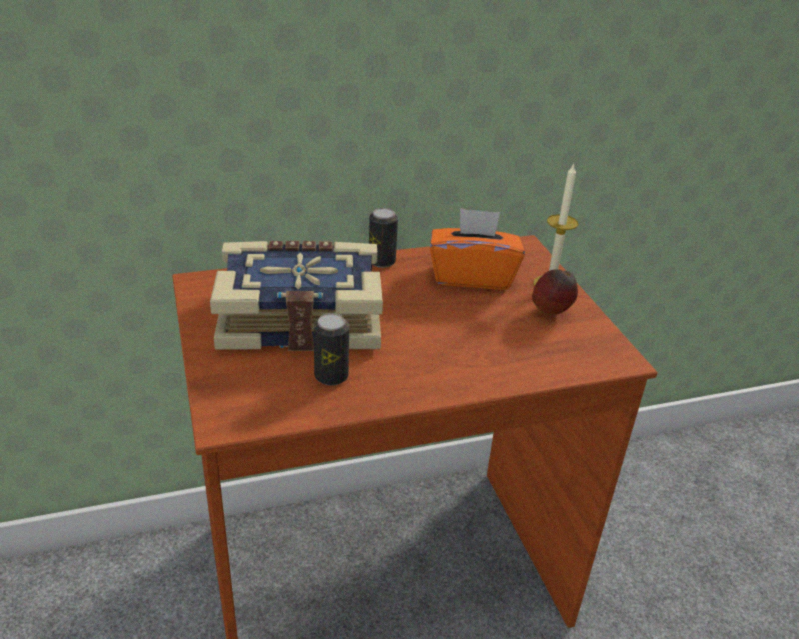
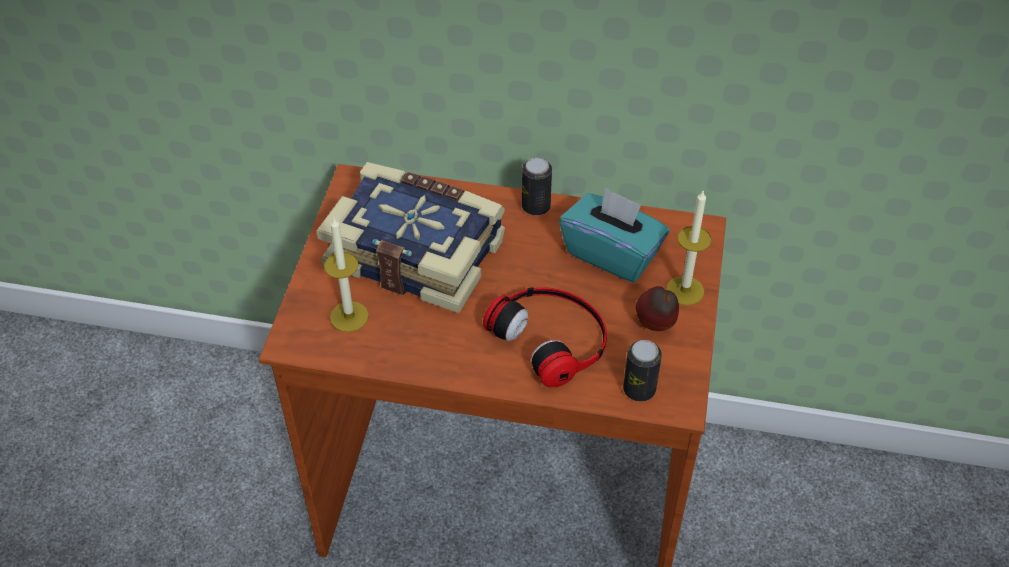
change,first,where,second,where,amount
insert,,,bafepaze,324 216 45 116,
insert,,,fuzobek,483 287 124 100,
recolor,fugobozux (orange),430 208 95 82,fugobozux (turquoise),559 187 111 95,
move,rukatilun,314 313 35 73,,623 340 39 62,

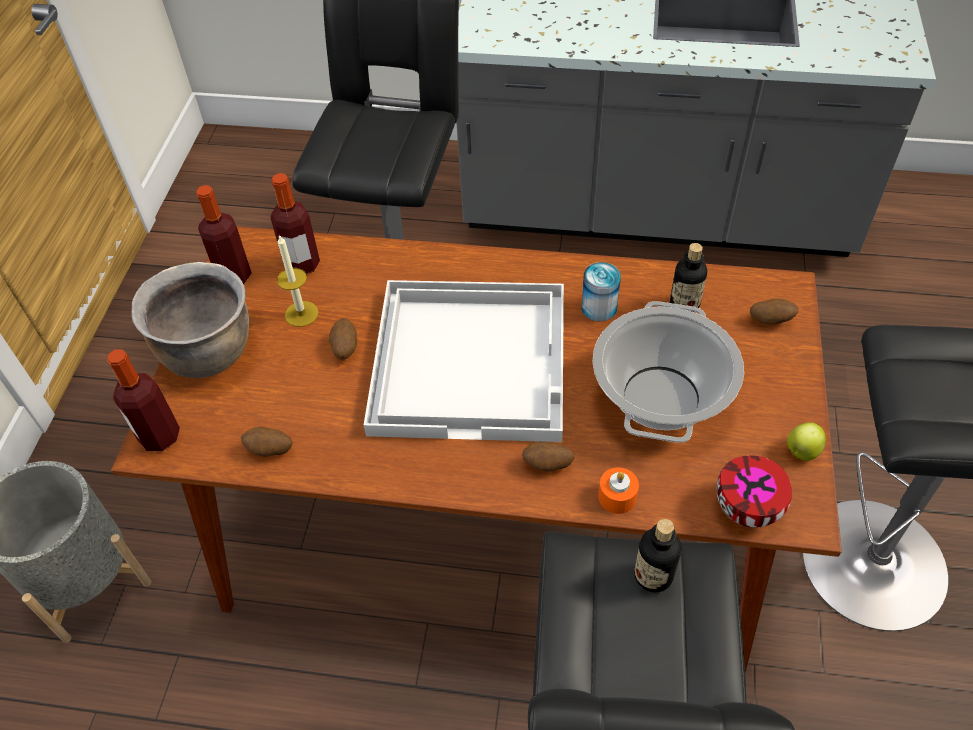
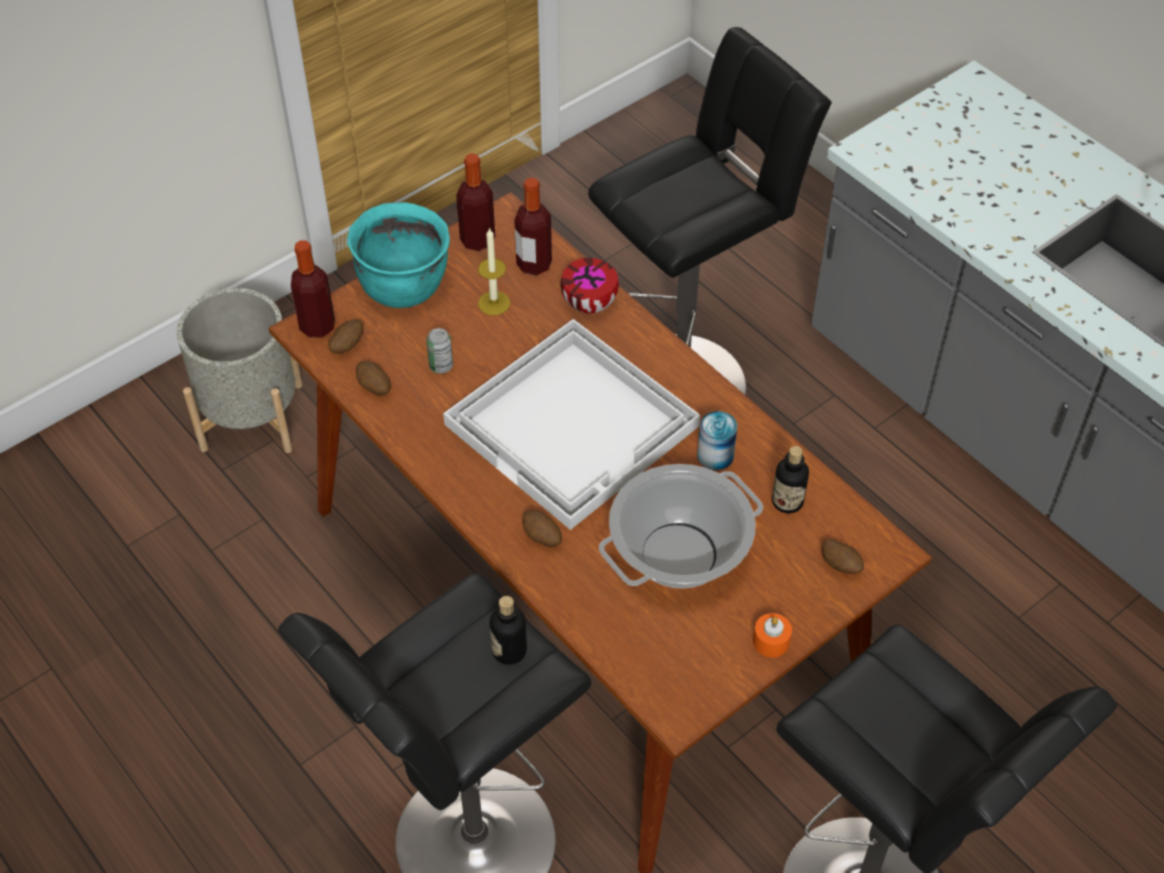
change,first,where,second,where,amount
move,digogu,329 318 28 42,,328 320 35 34,
recolor,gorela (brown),132 262 117 116,gorela (turquoise),347 202 103 106,
insert,,,rukatilun,426 328 27 46,
move,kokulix,717 455 75 73,,560 258 59 55,
move,bafepaze (orange),598 467 41 47,,753 613 39 45,
delete,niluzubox,787 422 39 39,,,

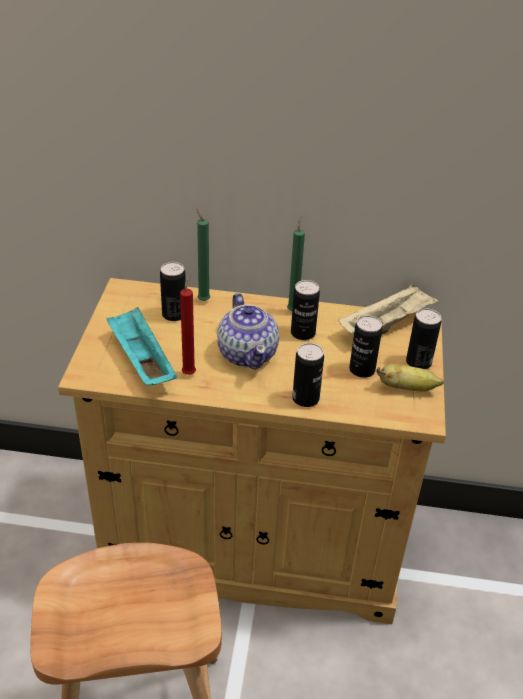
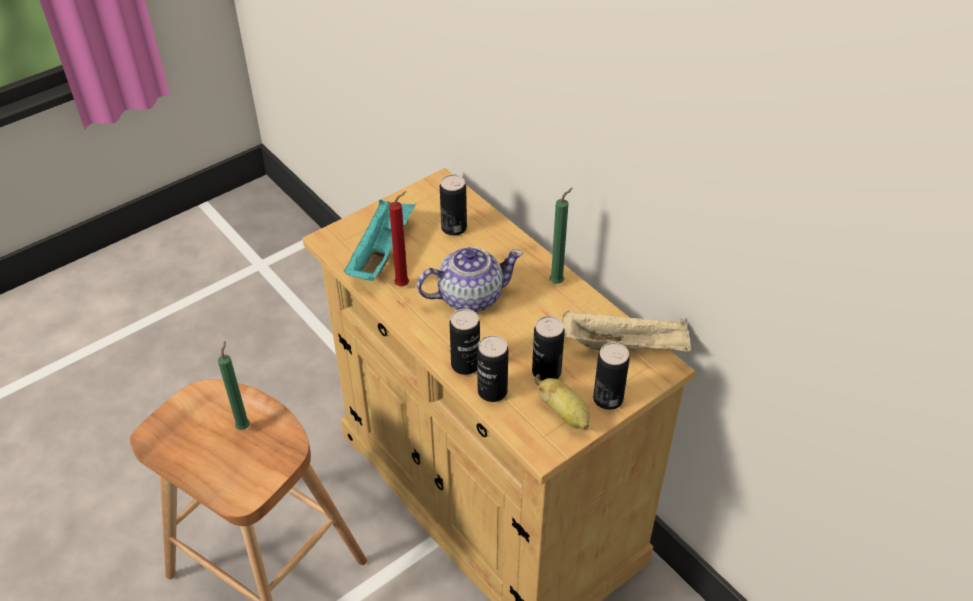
change,first,where,second,where,amount
move,bafepaze (green),196 207 14 94,,218 341 32 89,
rotate,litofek,217 293 62 77,,417 246 106 66,135 degrees counterclockwise
move,rukatilun,291 280 29 60,,477 335 31 67,

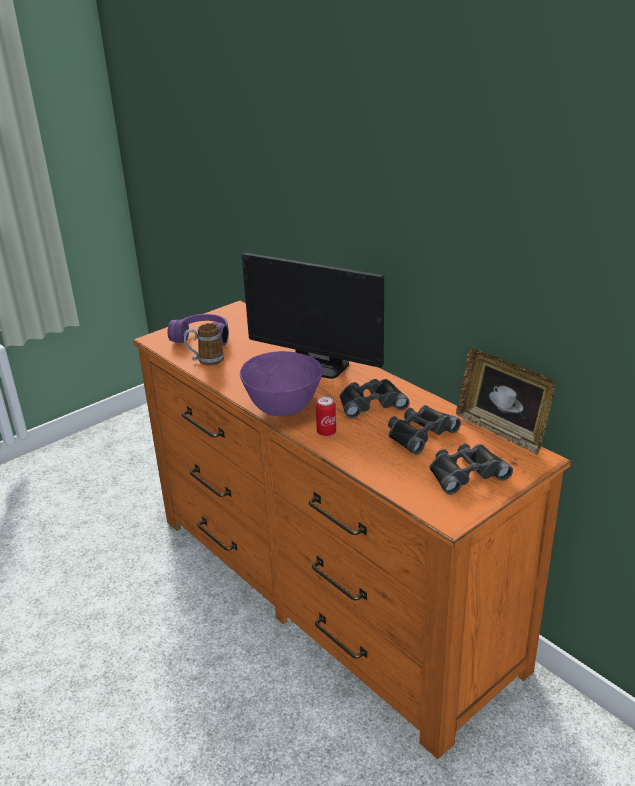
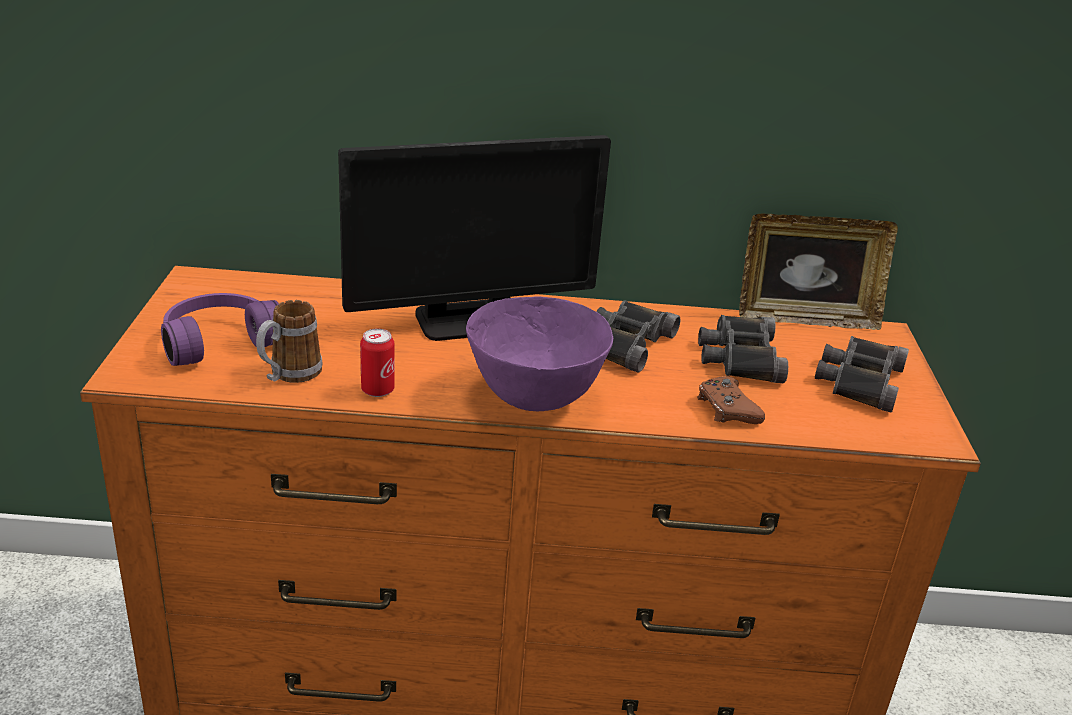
change,first,where,second,where,amount
move,rukatilun,316 396 20 41,,360 328 34 69,
insert,,,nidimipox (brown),697 376 68 48,

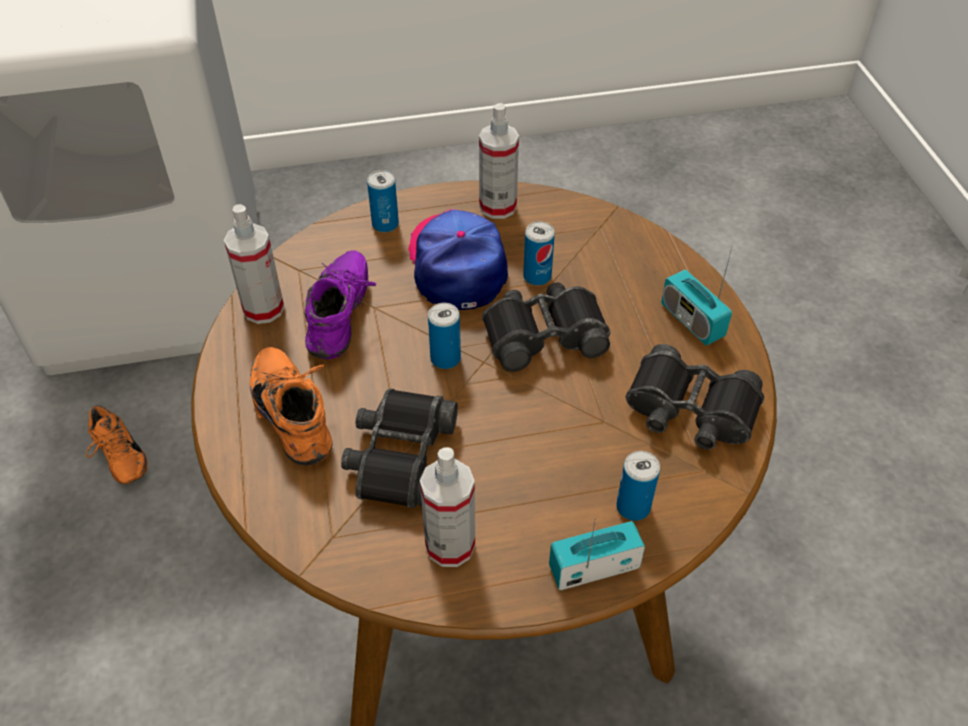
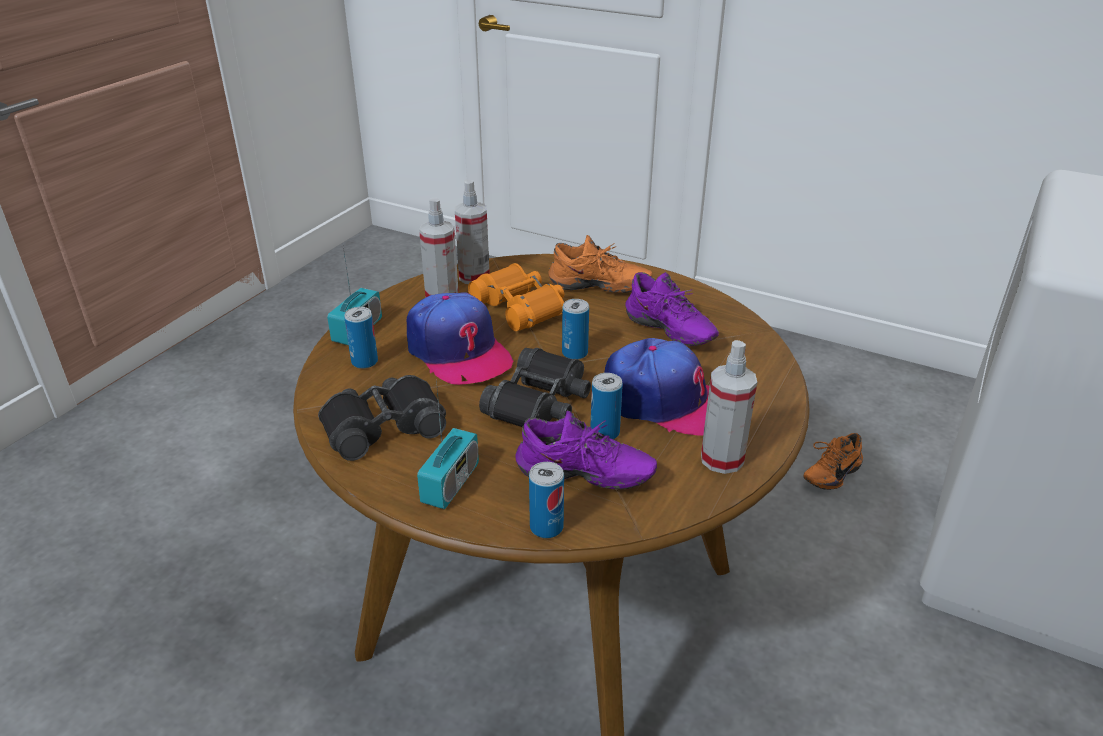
change,first,where,second,where,amount
insert,,,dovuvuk,406 292 109 93,
rotate,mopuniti,661 245 72 101,,417 379 62 130,105 degrees clockwise
move,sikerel,224 204 60 120,,455 180 34 104,
recolor,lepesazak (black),341 389 117 119,lepesazak (orange),468 263 96 68,
insert,,,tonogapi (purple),515 410 142 79,
move,rukatilun,367 170 32 62,,529 462 35 76,
rotate,tonogapi (orange),86 405 61 80,,803 433 60 57,45 degrees counterclockwise

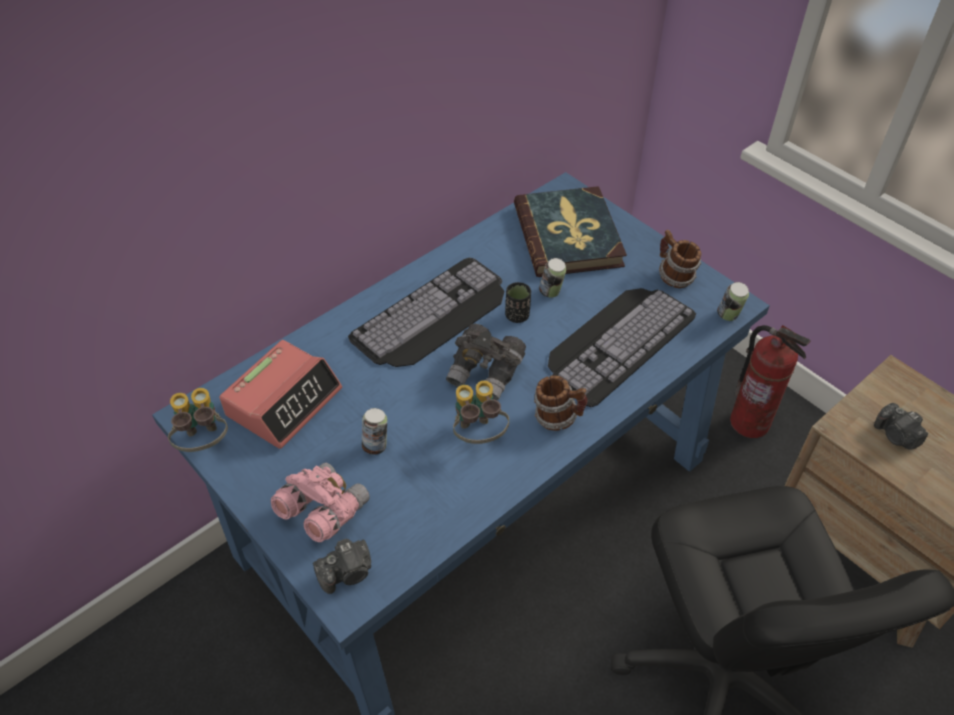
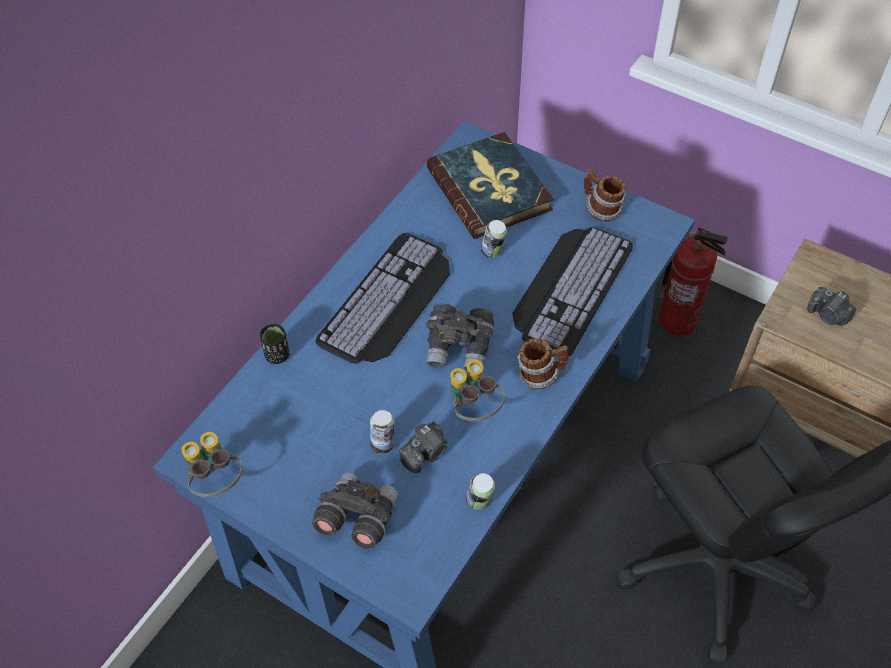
change,first,where,second,where,amount
move,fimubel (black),505 282 26 41,,260 324 30 40,
recolor,lepesazak (pink),271 463 99 79,lepesazak (grey),312 473 86 76,
move,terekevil,313 539 58 55,,399 421 48 52,
move,rukatilun,717 282 32 39,,466 473 29 37,
delete,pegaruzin,219 340 123 109,,,

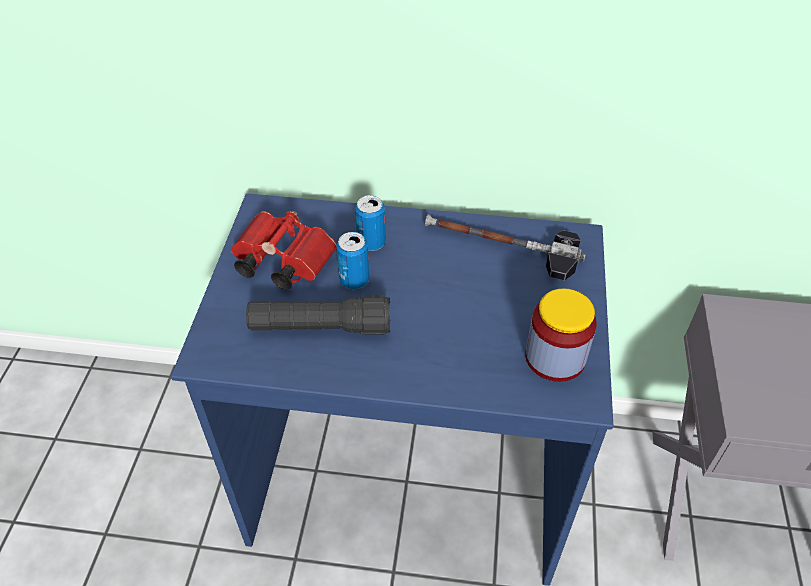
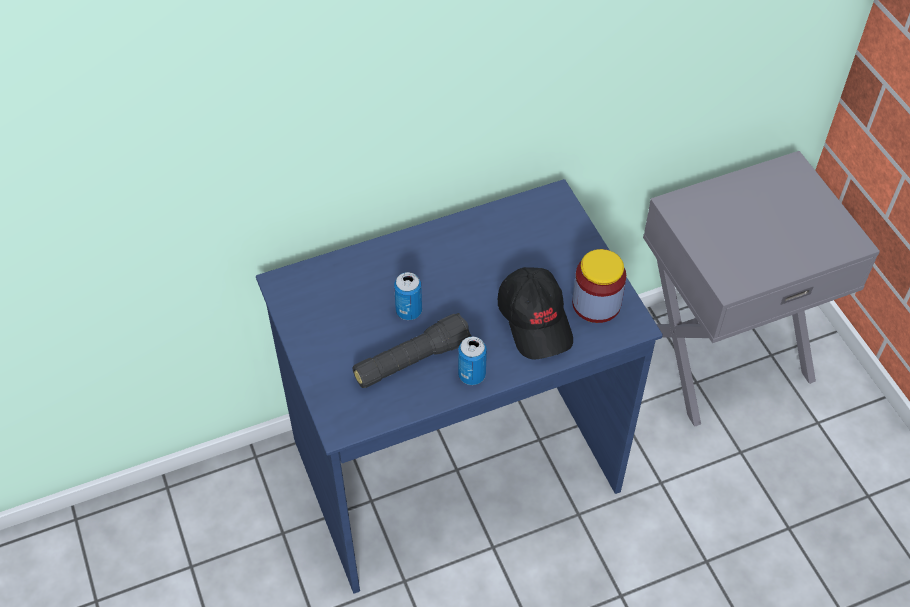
change,first,where,second,where,amount
move,rukatilun,355 195 31 56,,458 336 29 49,
insert,,,dovuvuk (black),498 267 75 92,
delete,lepesazak (red),231 211 106 79,,,
delete,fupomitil,425 215 161 66,,,

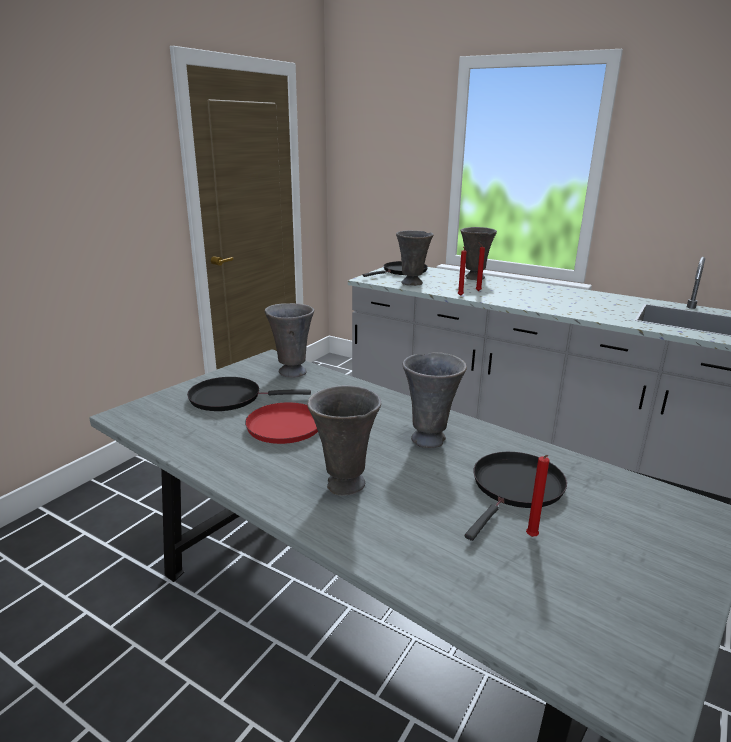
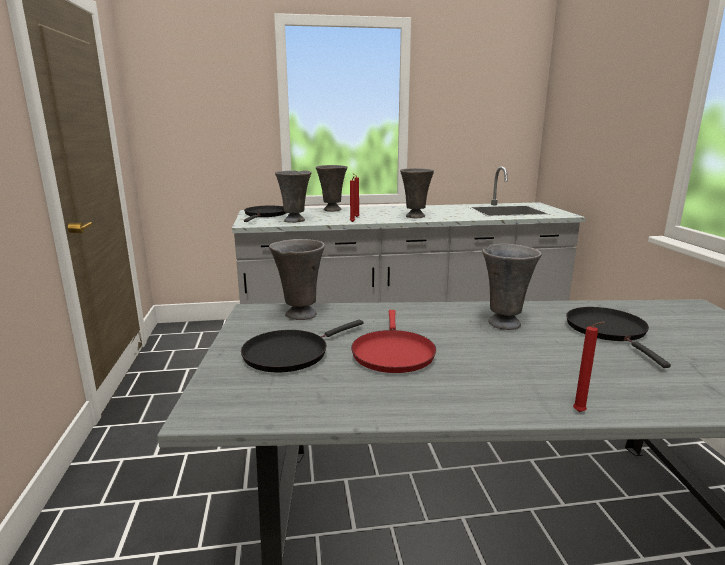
change,first,where,second,where,amount
move,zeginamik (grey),307 385 74 111,,400 168 34 50,
move,bafepaze (red),526 455 23 82,,573 322 32 90,

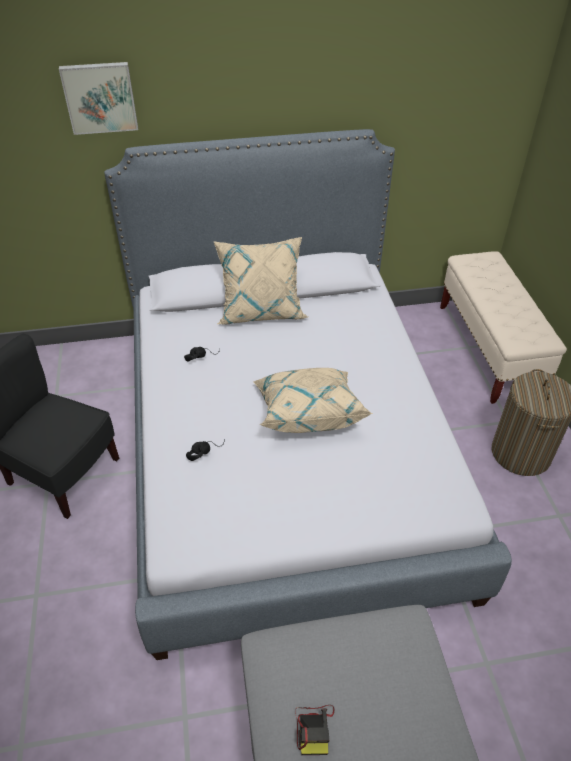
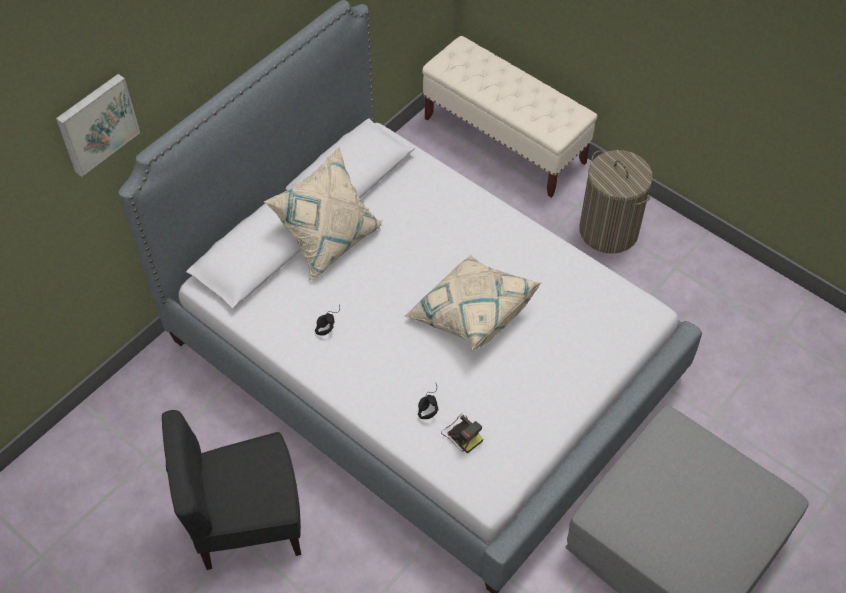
change,first,where,second,where,amount
move,terekevil,295 705 39 50,,441 414 42 40,

